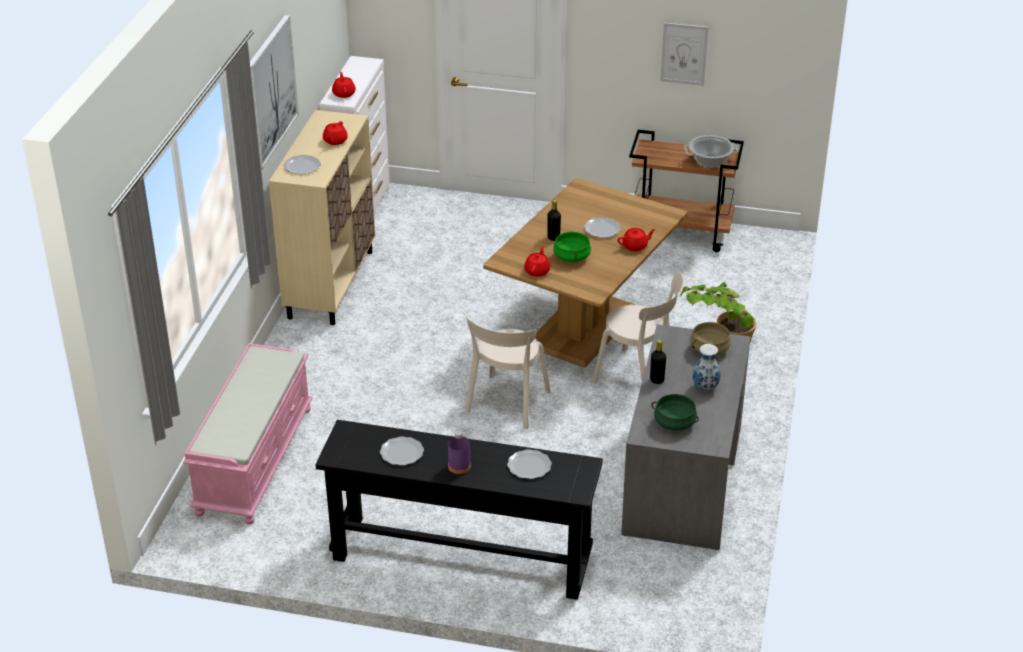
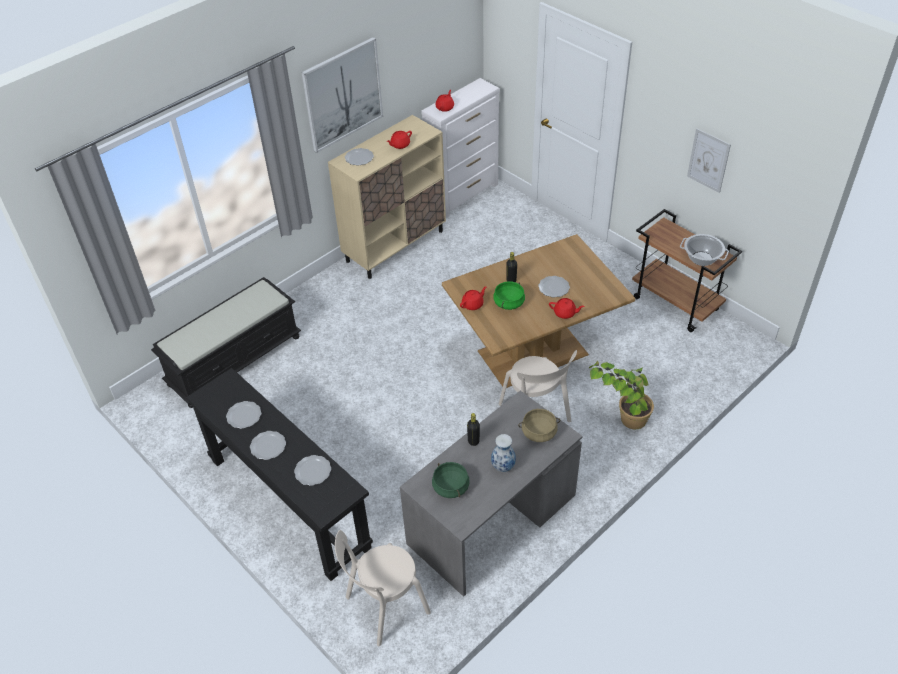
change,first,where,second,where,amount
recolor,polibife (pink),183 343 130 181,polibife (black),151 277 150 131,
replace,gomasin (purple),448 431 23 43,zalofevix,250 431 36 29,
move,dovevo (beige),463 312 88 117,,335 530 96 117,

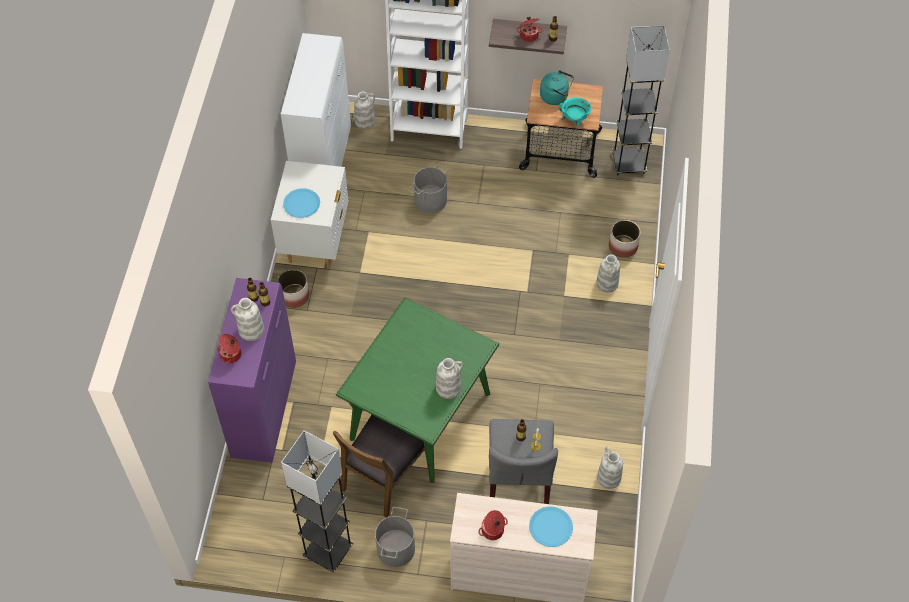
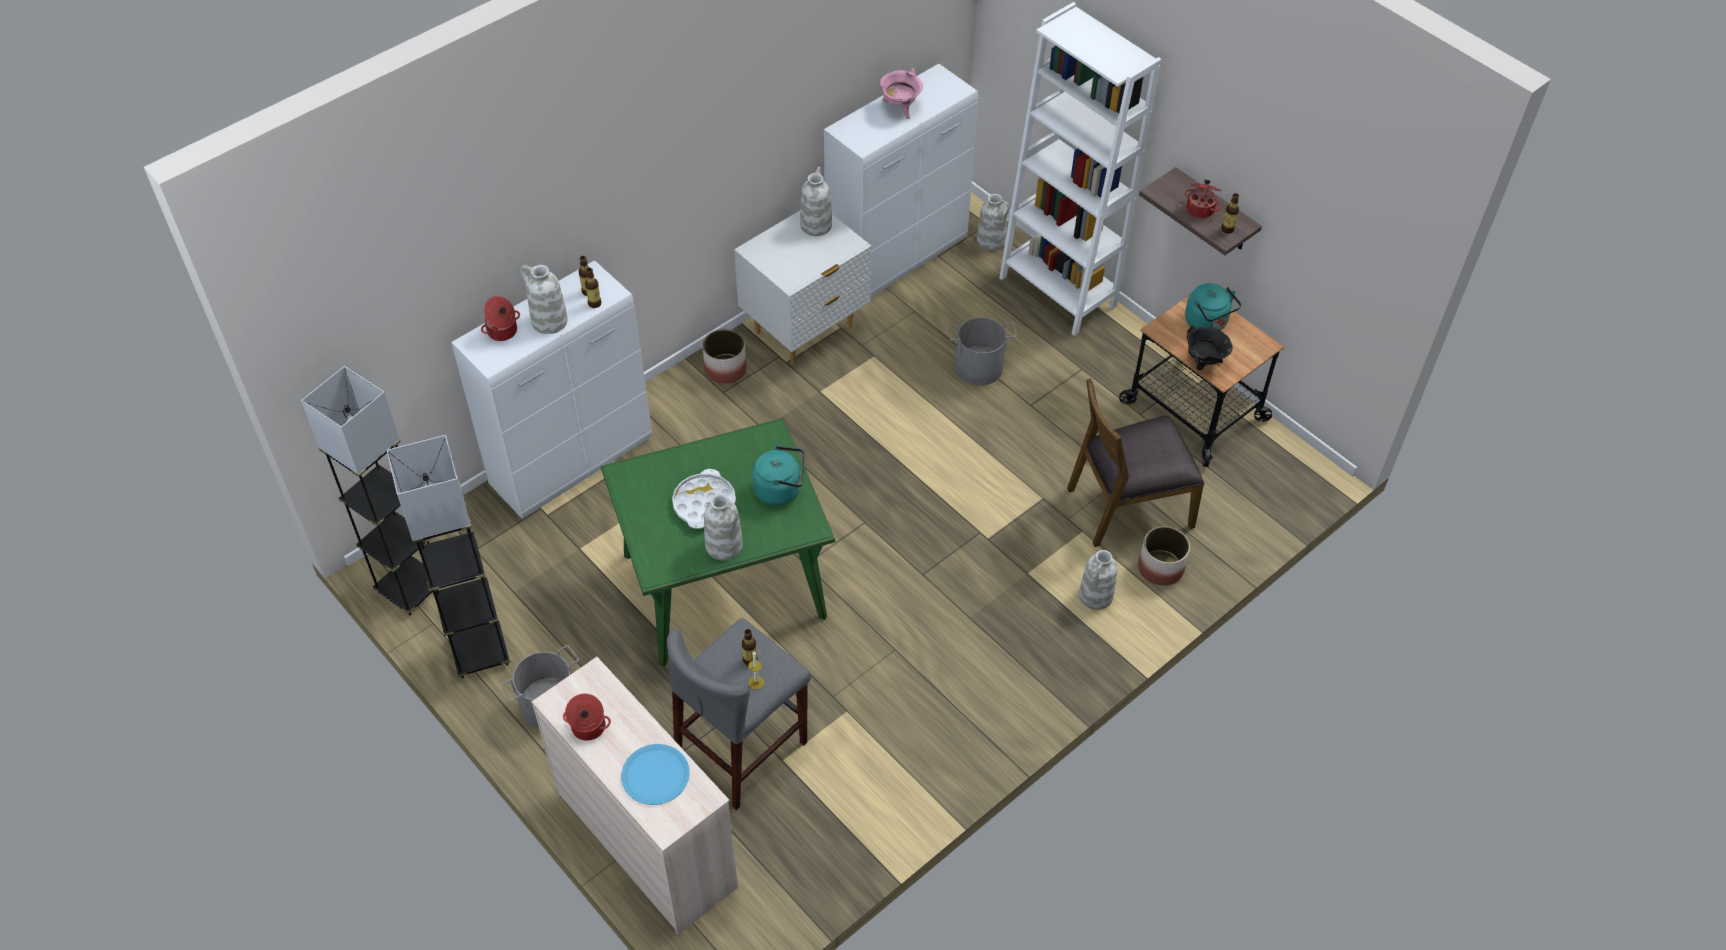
change,first,where,second,where,amount
move,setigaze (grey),612 25 58 150,,301 366 132 249,
recolor,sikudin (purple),208 278 88 185,sikudin (white),451 260 201 259,
insert,,,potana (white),672 469 64 60,
insert,,,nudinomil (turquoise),752 444 52 61,
move,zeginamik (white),597 446 26 43,,800 167 32 69,
insert,,,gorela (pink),880 68 43 51,
move,dovevo (brown),333 415 93 103,,1067 378 137 169,
recolor,gorela (turquoise),558 97 34 29,gorela (black),1187 325 46 46,
delete,zalofevix (blue),283 188 37 30,,,

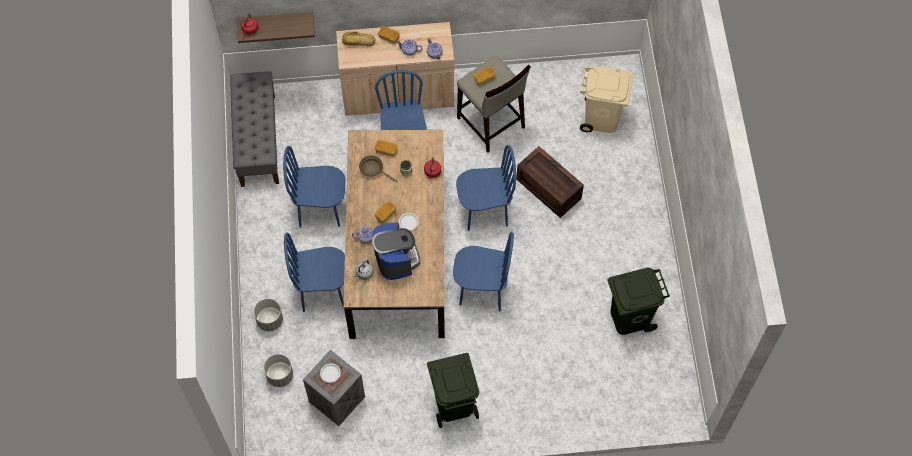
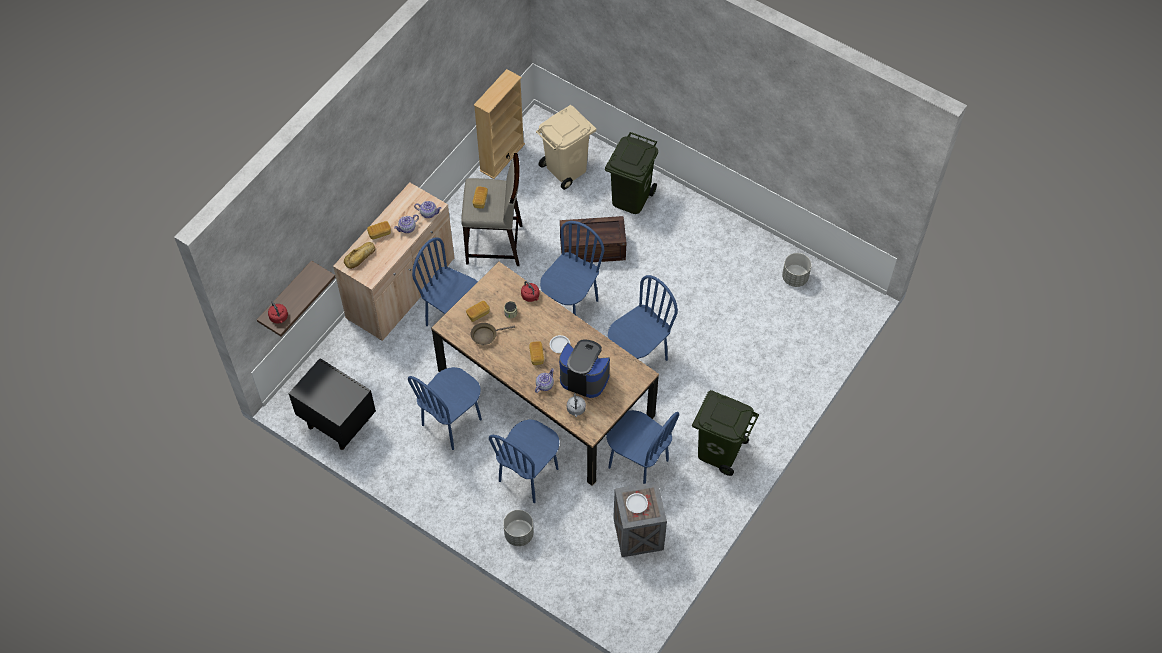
change,first,where,second,where,amount
replace,polibife (grey),230 71 49 116,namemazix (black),288 358 88 92,
insert,,,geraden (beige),474 69 51 110,
move,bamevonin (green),607 268 63 67,,605 132 53 82,
insert,,,dovevo (blue),606 410 73 74,
move,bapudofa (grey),264 354 29 33,,782 253 30 34,

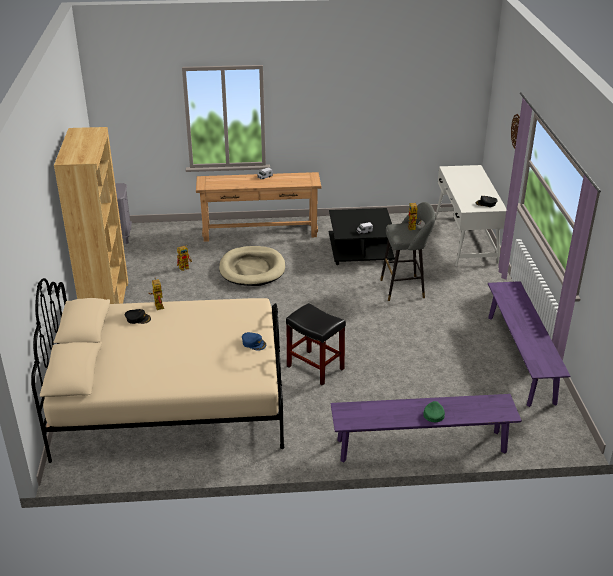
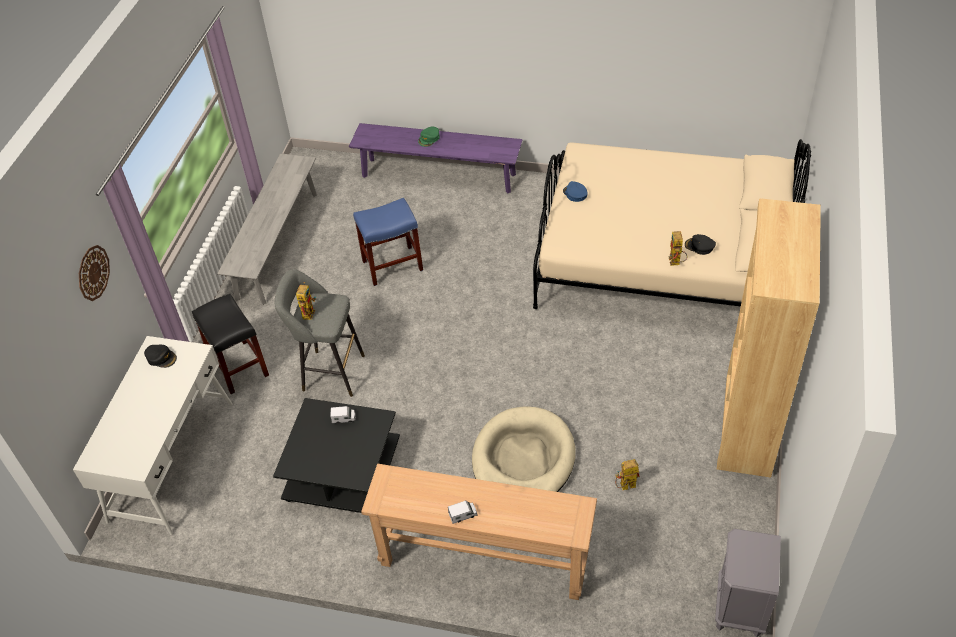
change,first,where,second,where,amount
move,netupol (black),286 303 60 83,,192 294 77 100,
recolor,polibife (purple),488 281 83 126,polibife (grey),217 153 100 152,
insert,,,netupol (blue),353 198 70 88,

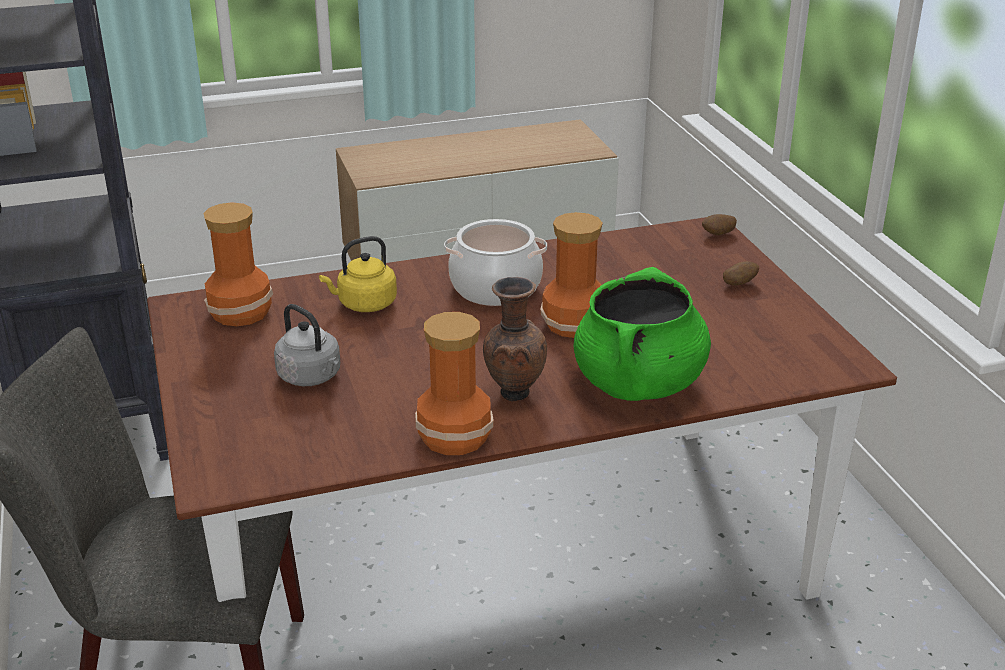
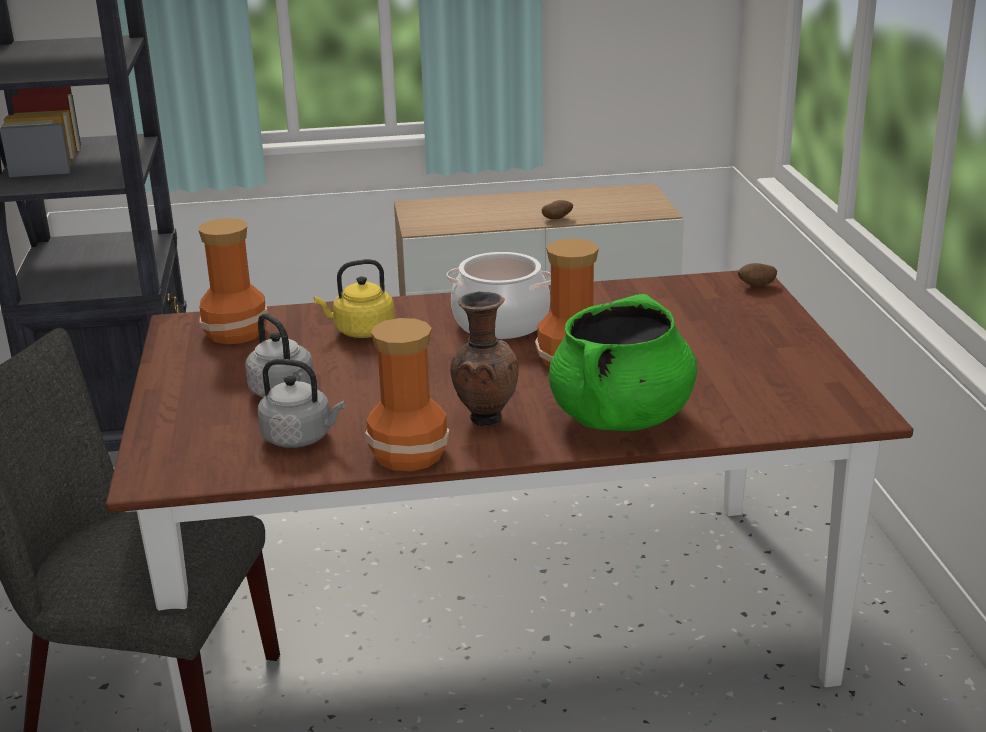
change,first,where,second,where,amount
insert,,,nudinomil (grey),257 359 88 89,
move,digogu,723 261 36 25,,542 200 31 19,

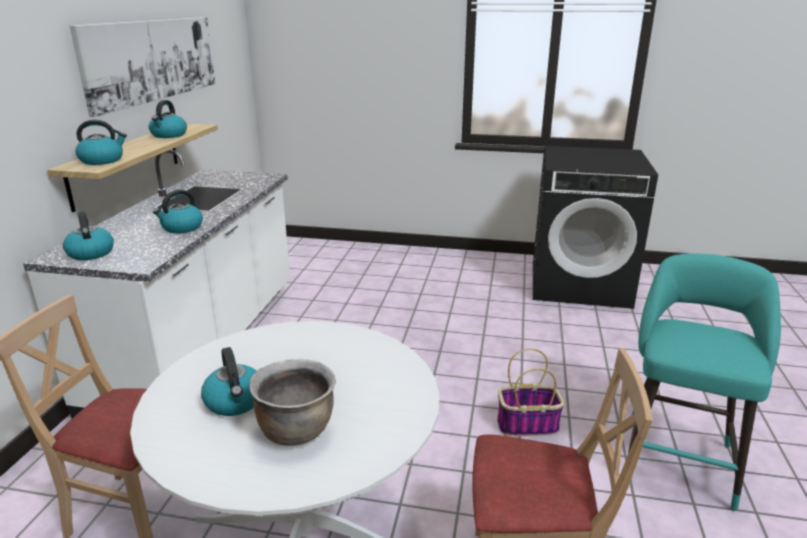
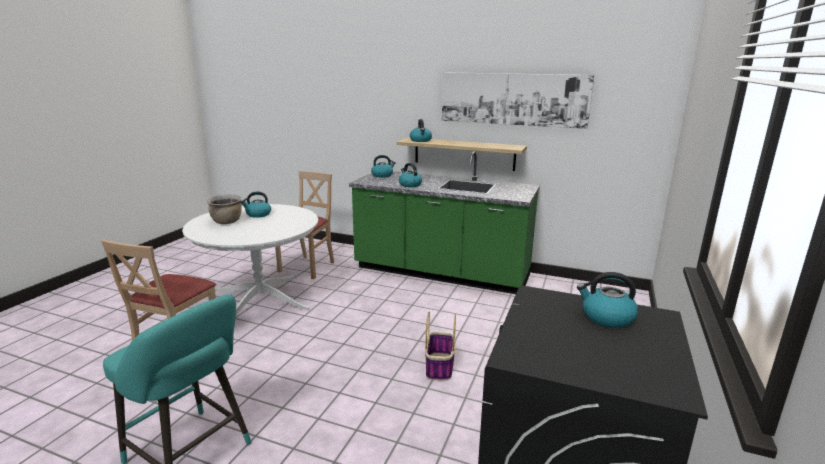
change,first,where,second,where,amount
recolor,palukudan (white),23 149 267 269,palukudan (green),349 152 191 142,
move,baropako,497 348 67 88,,425 311 31 70,
move,nudinomil,149 100 38 38,,577 272 61 56,

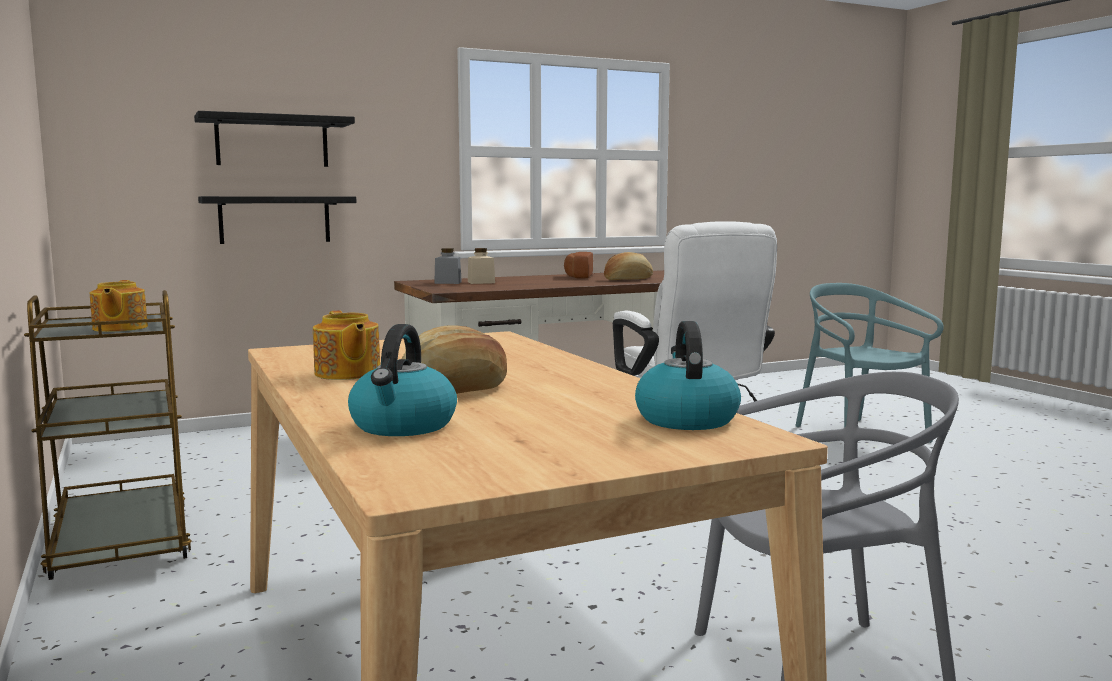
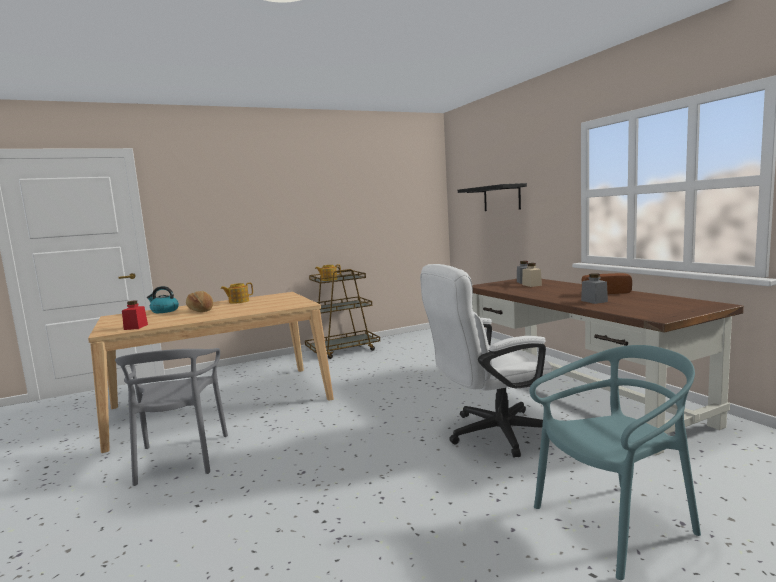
change,first,where,second,where,amount
replace,nudinomil,635 321 106 109,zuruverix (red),122 300 26 30,
replace,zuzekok,604 252 49 28,zuruverix (grey),581 273 27 31,
delete,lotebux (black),198 196 159 48,,,

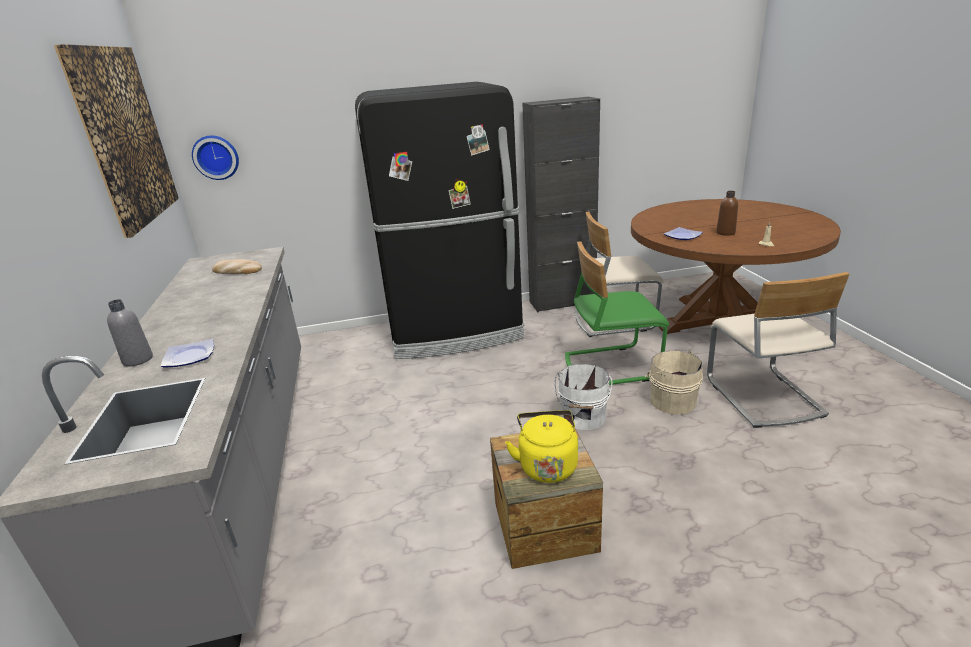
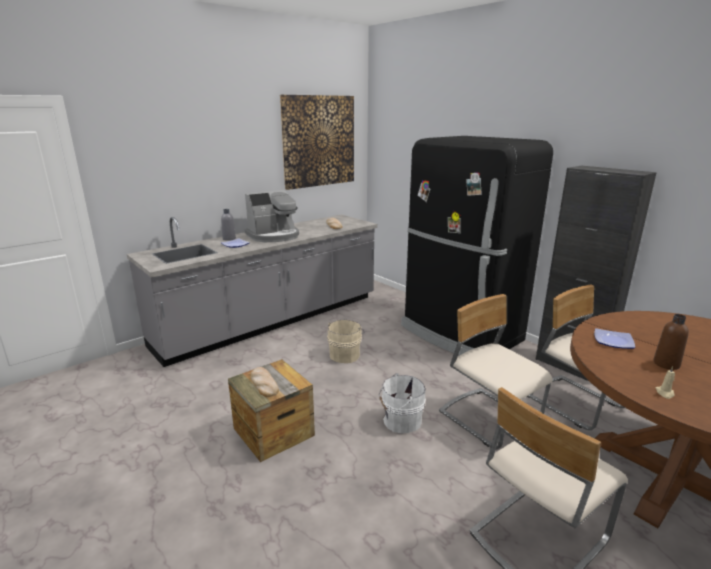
change,first,where,second,where,amount
insert,,,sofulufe,245 190 54 52,
replace,nudinomil (yellow),505 410 73 73,zuzekok,250 367 29 30,
move,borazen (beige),645 350 58 65,,327 320 37 43,
recolor,dovevo (green),565 241 104 144,dovevo (beige),439 294 114 155,
delete,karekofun,192 136 47 44,,,

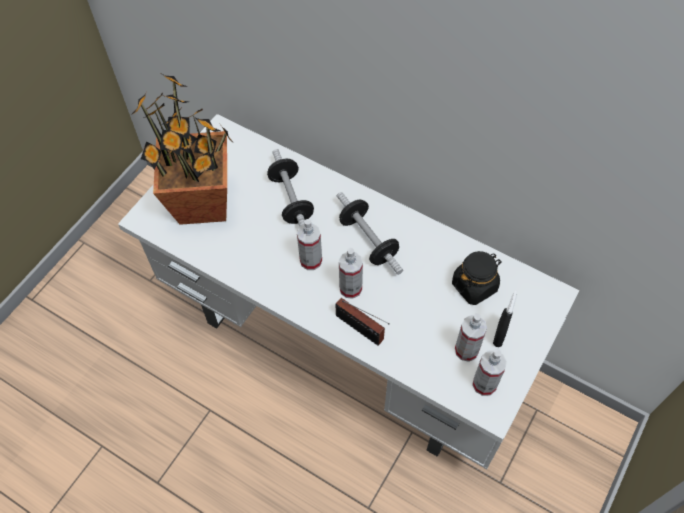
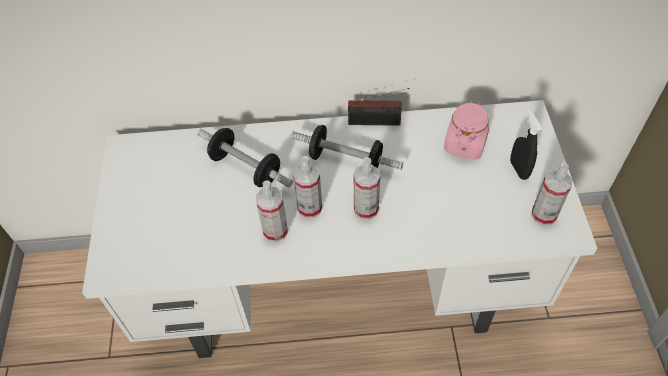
change,first,where,second,where,amount
move,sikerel,455 313 32 49,,256 180 32 62,
move,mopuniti,335 298 55 48,,348 88 62 38,
recolor,zuruverix (black),452 251 50 54,zuruverix (pink),444 101 45 59,
delete,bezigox,131 74 104 151,,,

